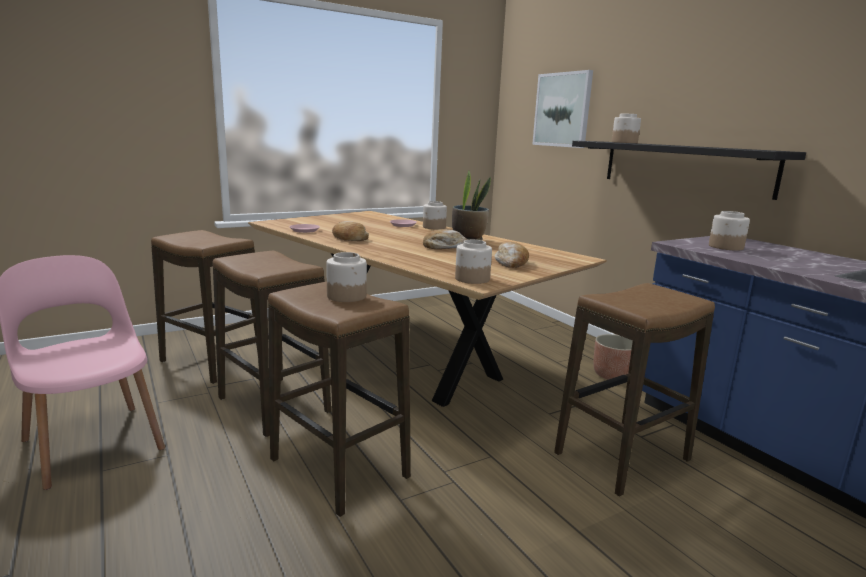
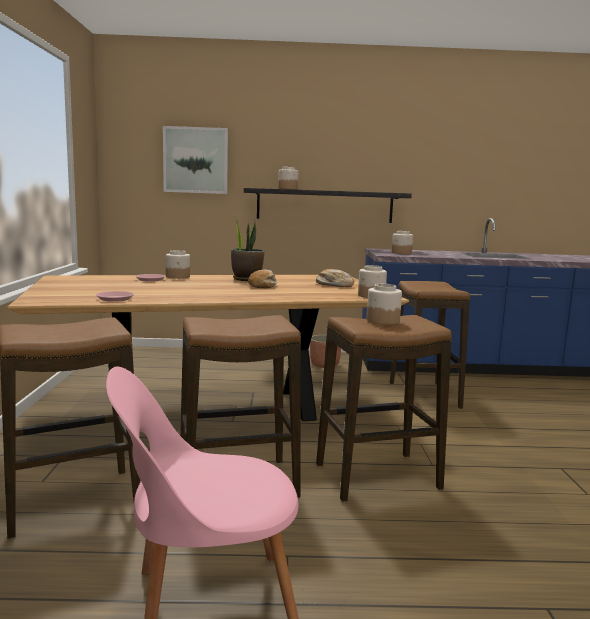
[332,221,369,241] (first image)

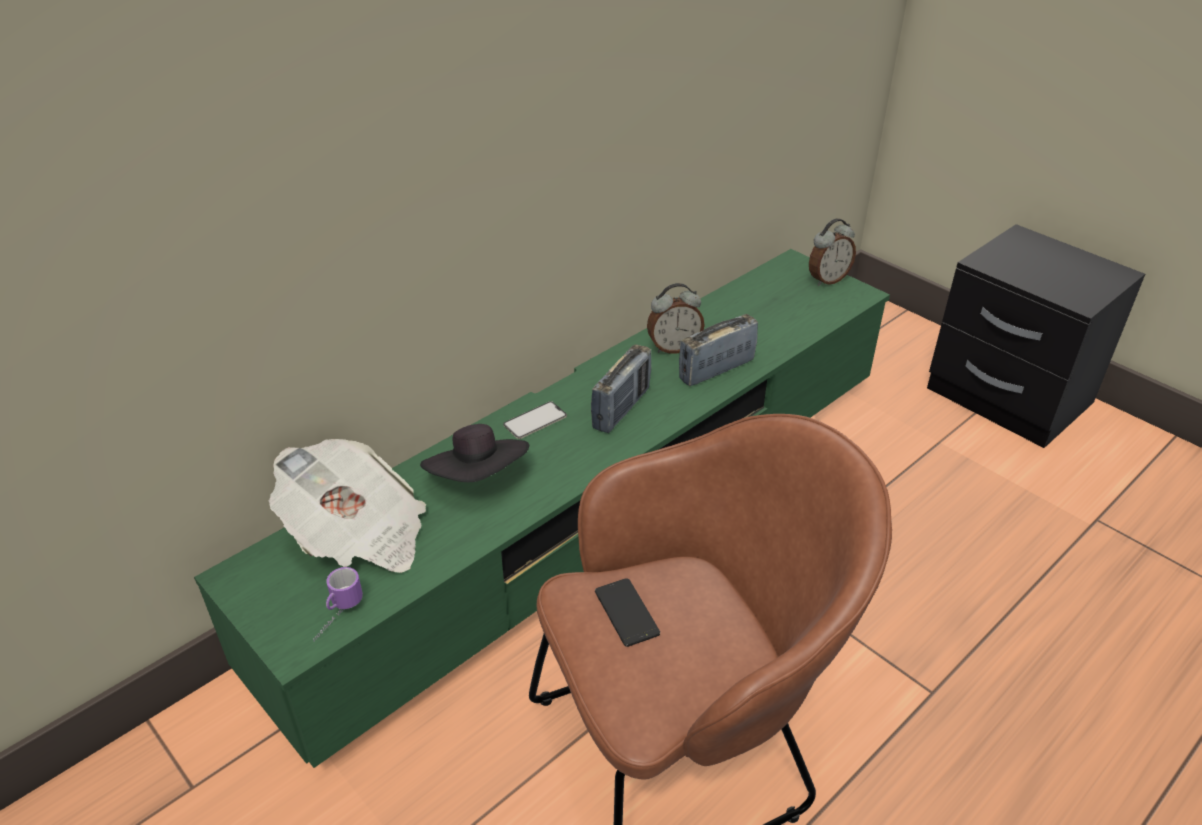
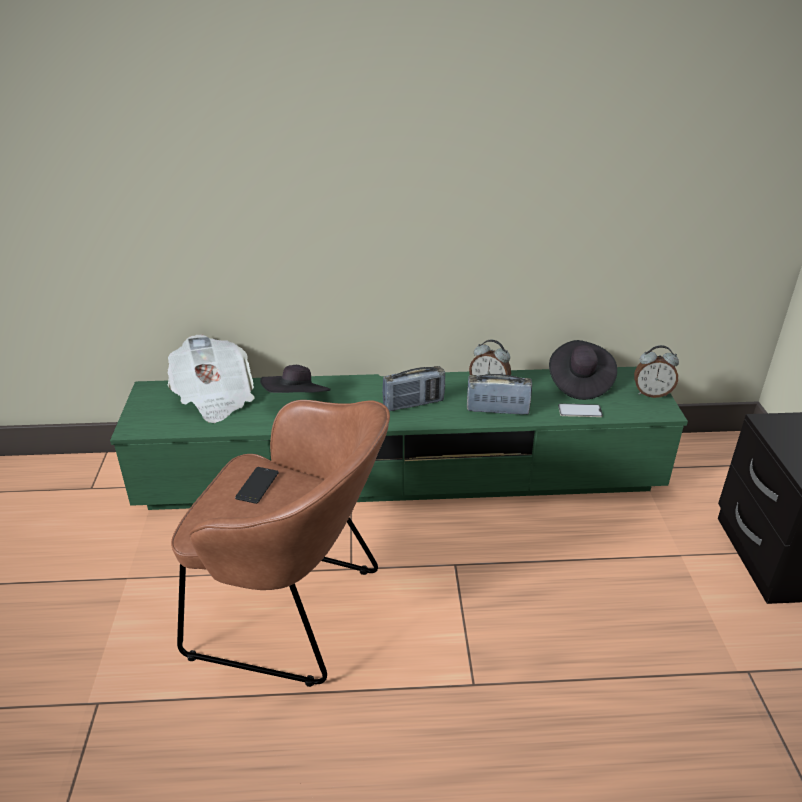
[313,567,363,642] (first image)
[558,403,603,417]
[549,340,617,400]

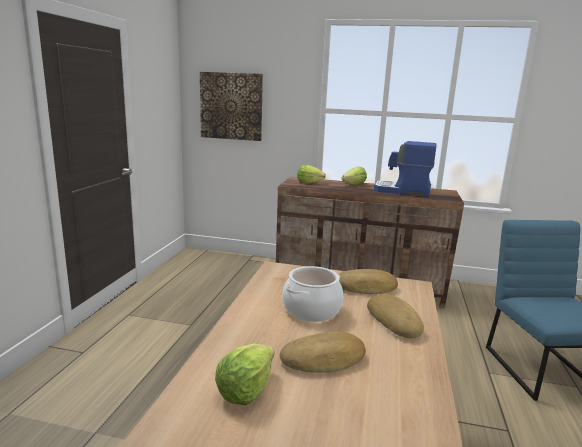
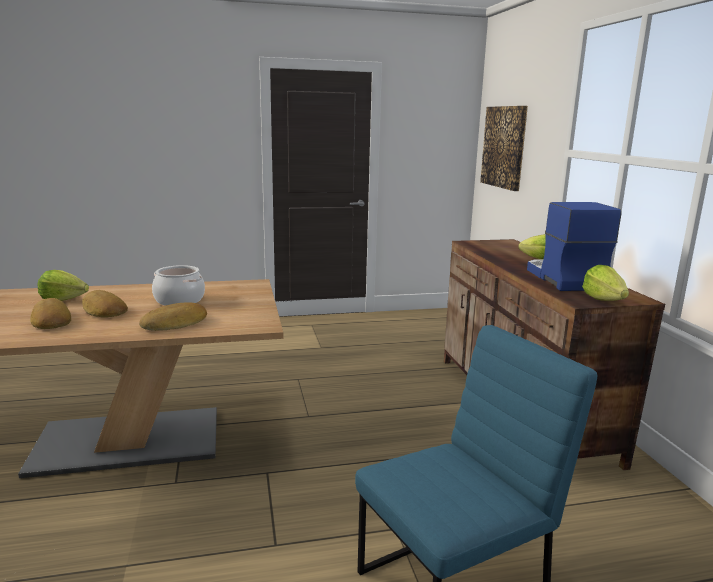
[582,265,629,301]
[30,298,71,329]

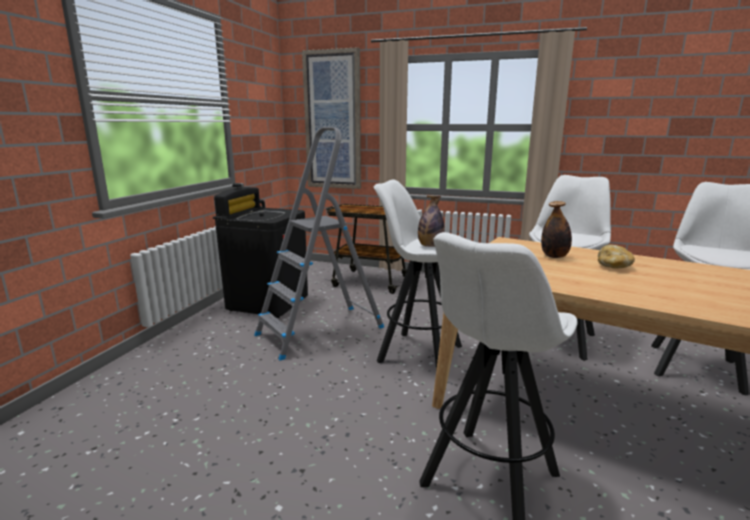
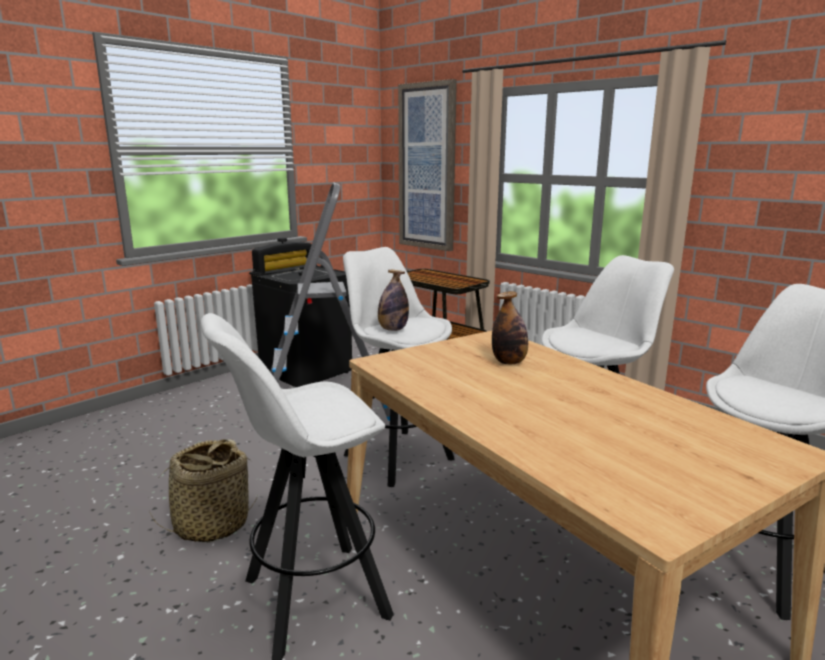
[598,245,635,269] (first image)
[149,439,258,543]

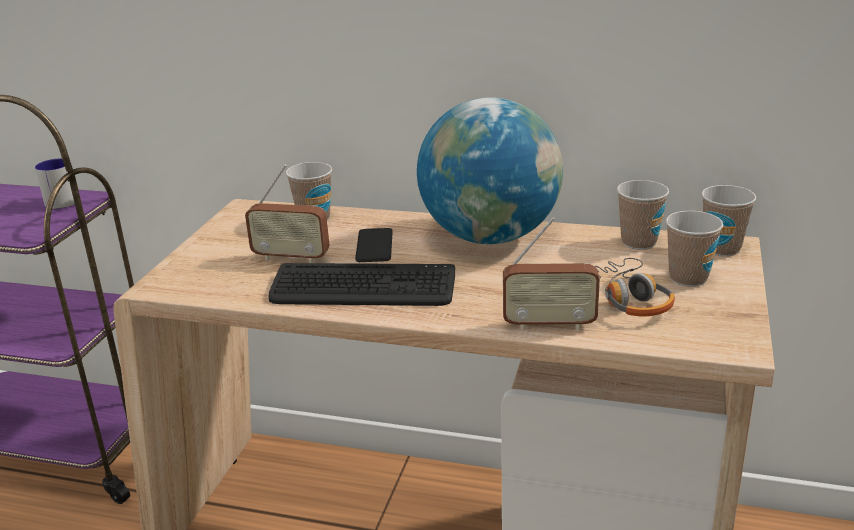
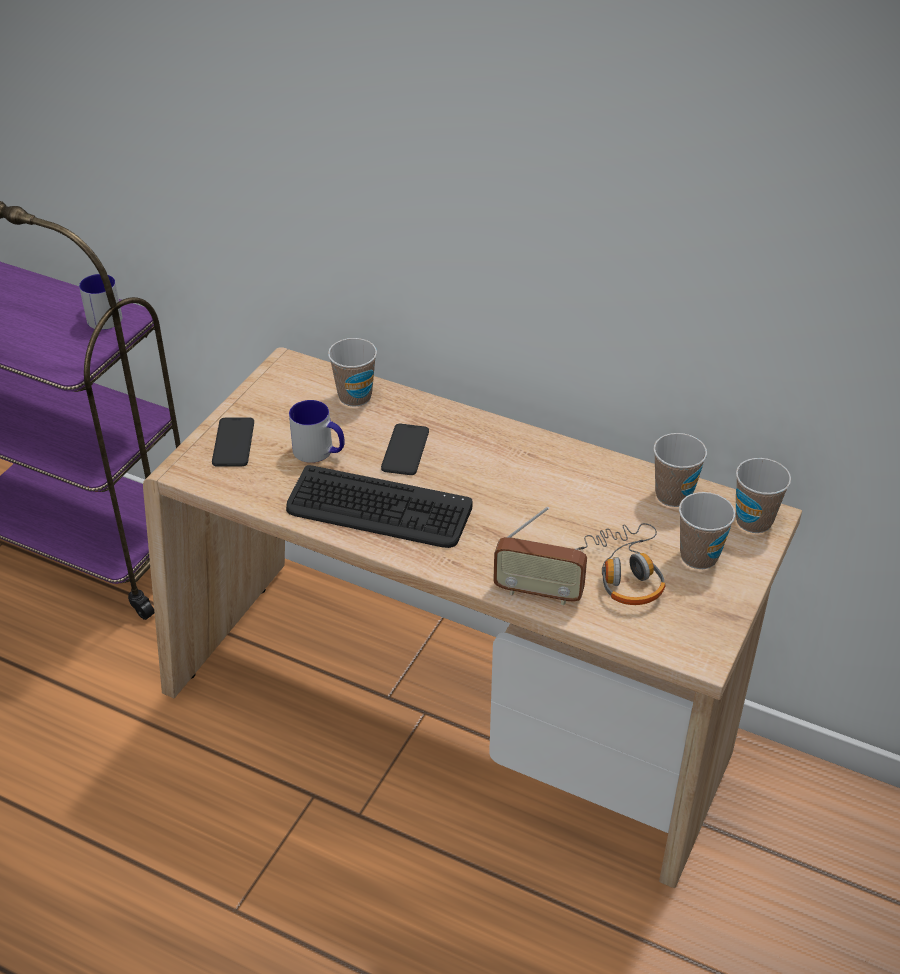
[289,400,345,463]
[417,97,563,244] (first image)
[212,417,254,466]

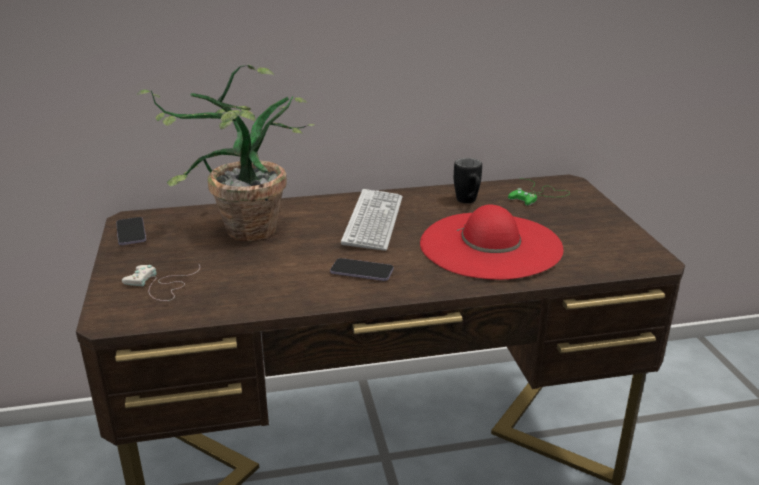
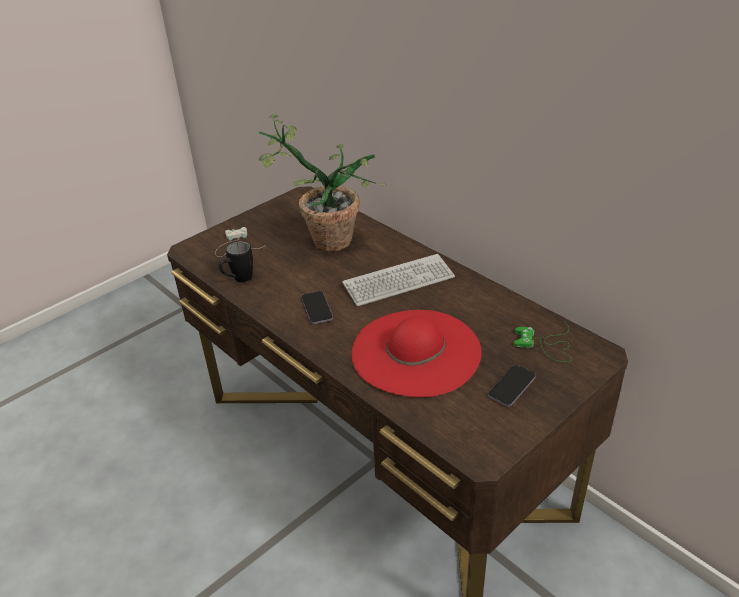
[488,365,536,407]
[219,241,253,282]

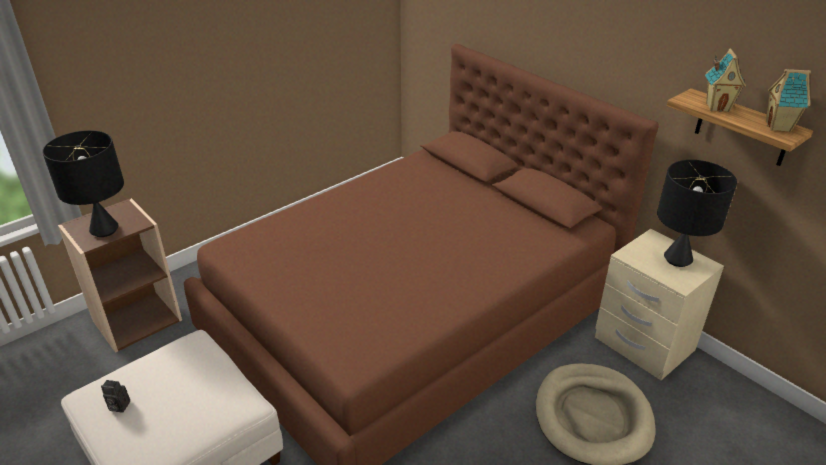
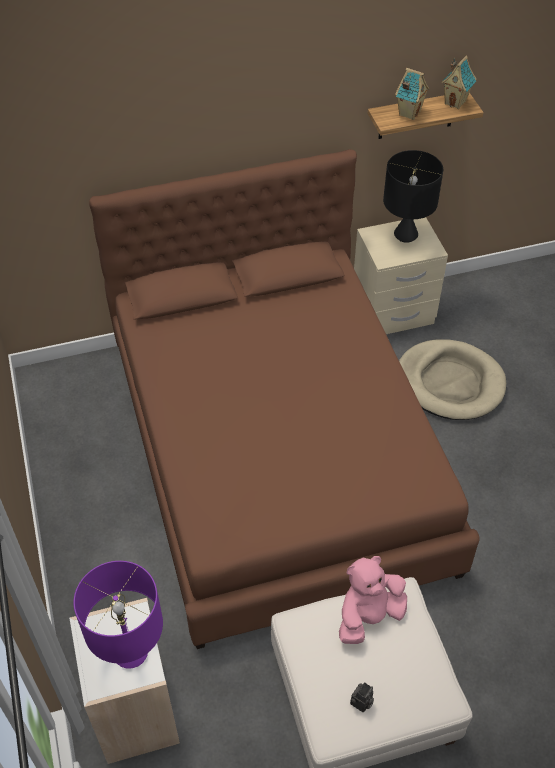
[73,561,163,669]
[69,598,180,764]
[339,556,407,644]

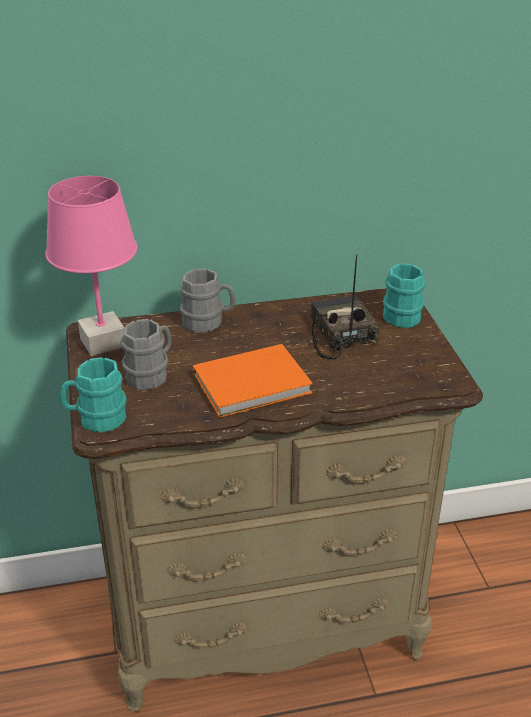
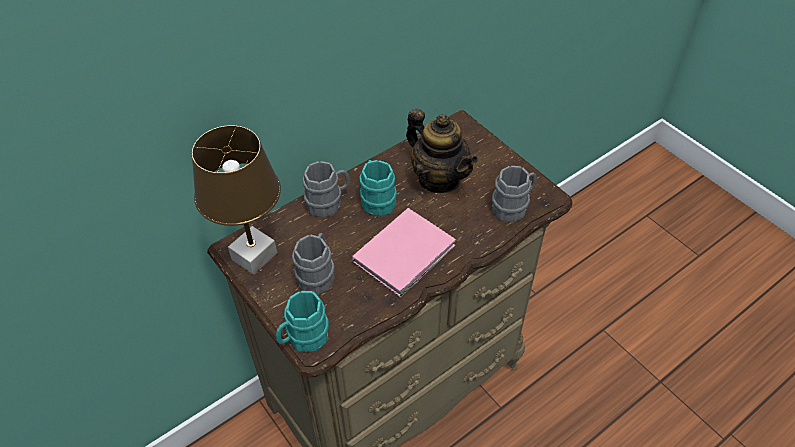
[192,125,281,275]
[352,208,456,298]
[406,108,478,193]
[359,160,397,216]
[492,166,537,222]

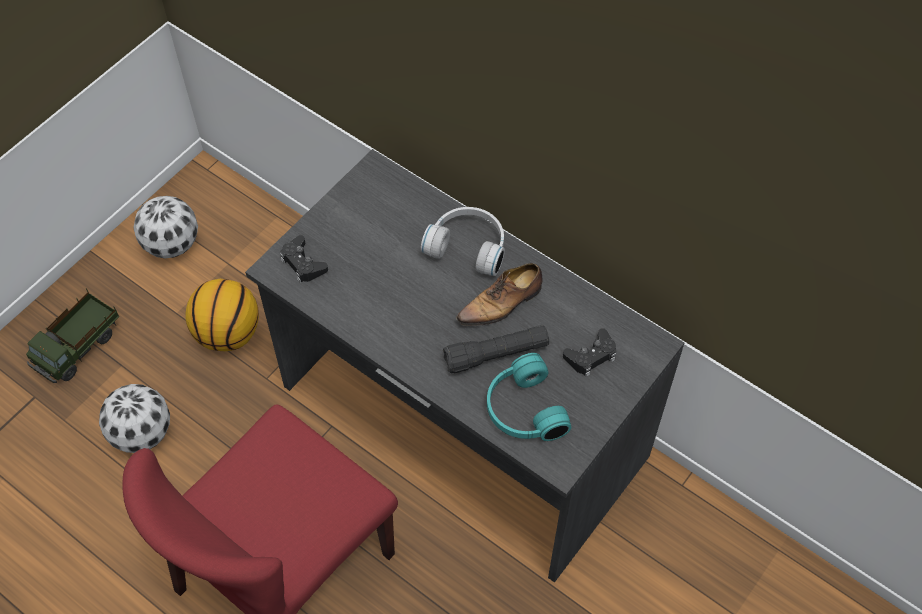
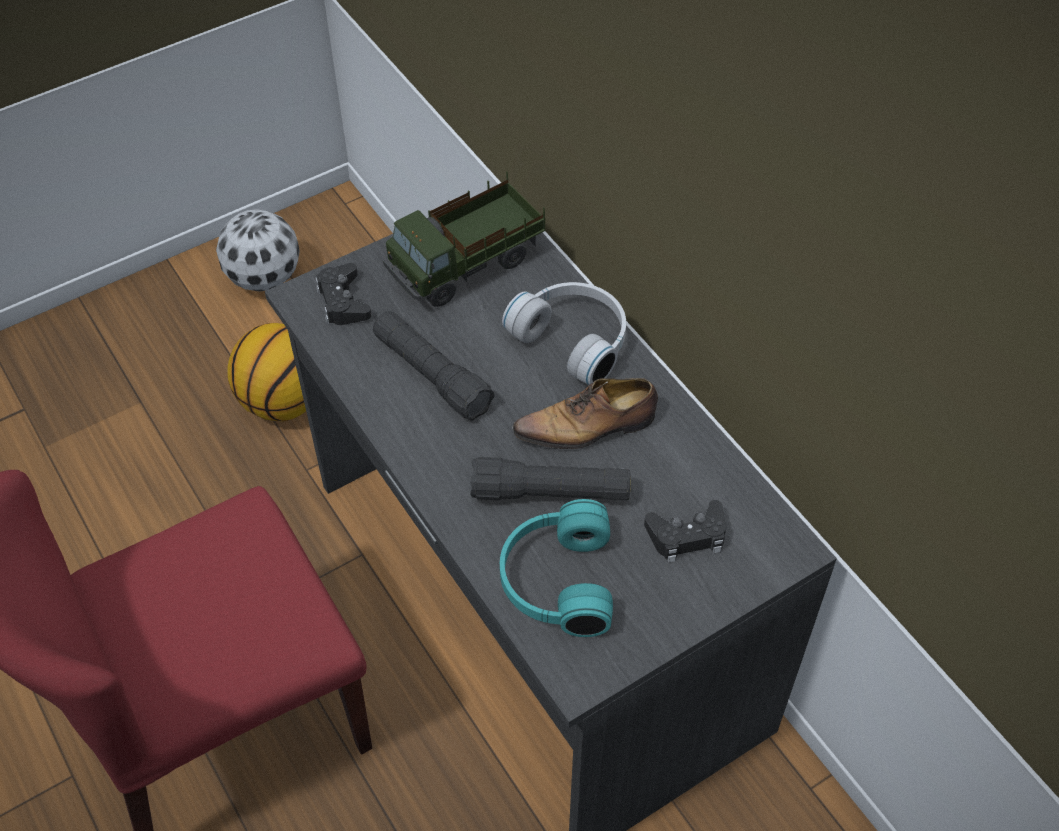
[383,171,545,307]
[99,384,170,453] (first image)
[373,311,495,421]

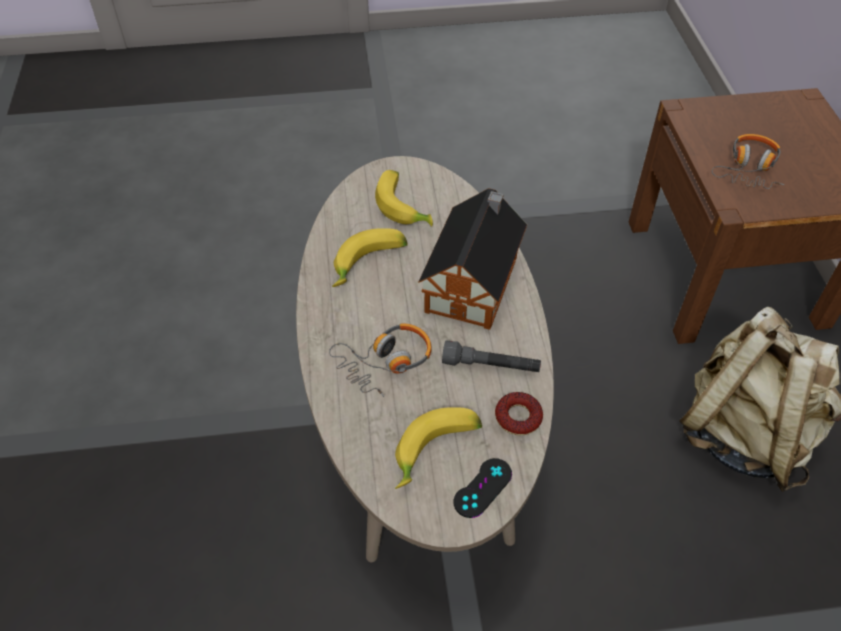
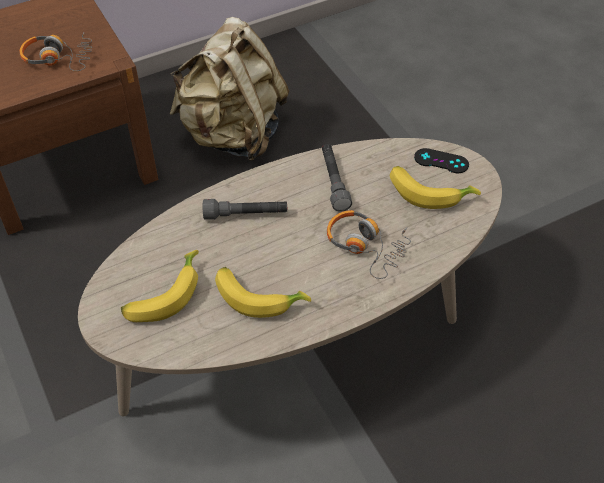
[203,199,287,220]
[495,392,543,436] (first image)

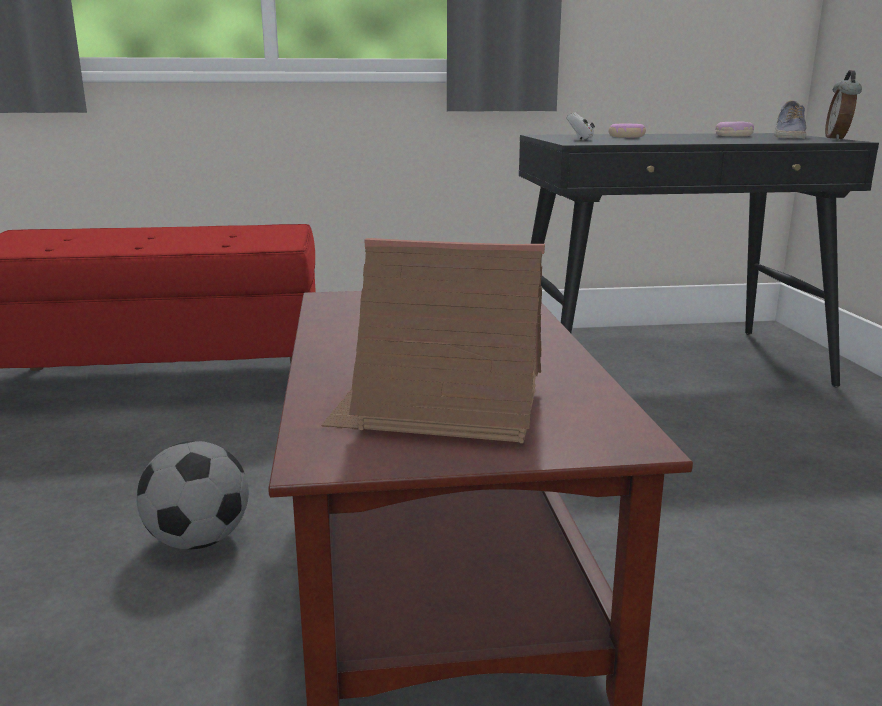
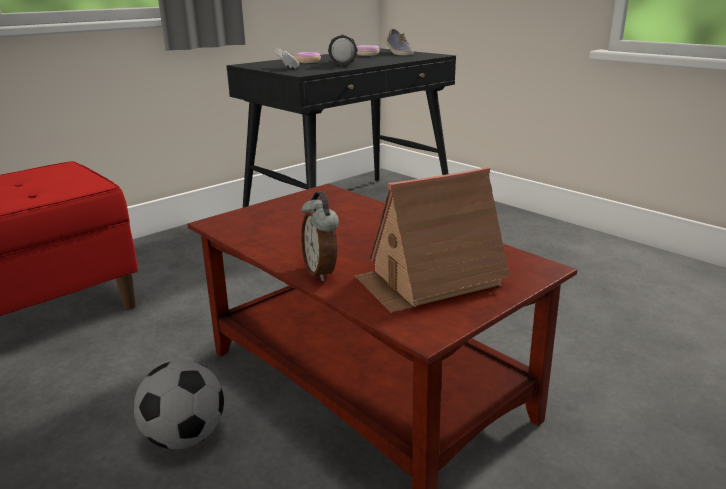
[301,192,339,281]
[328,34,358,66]

